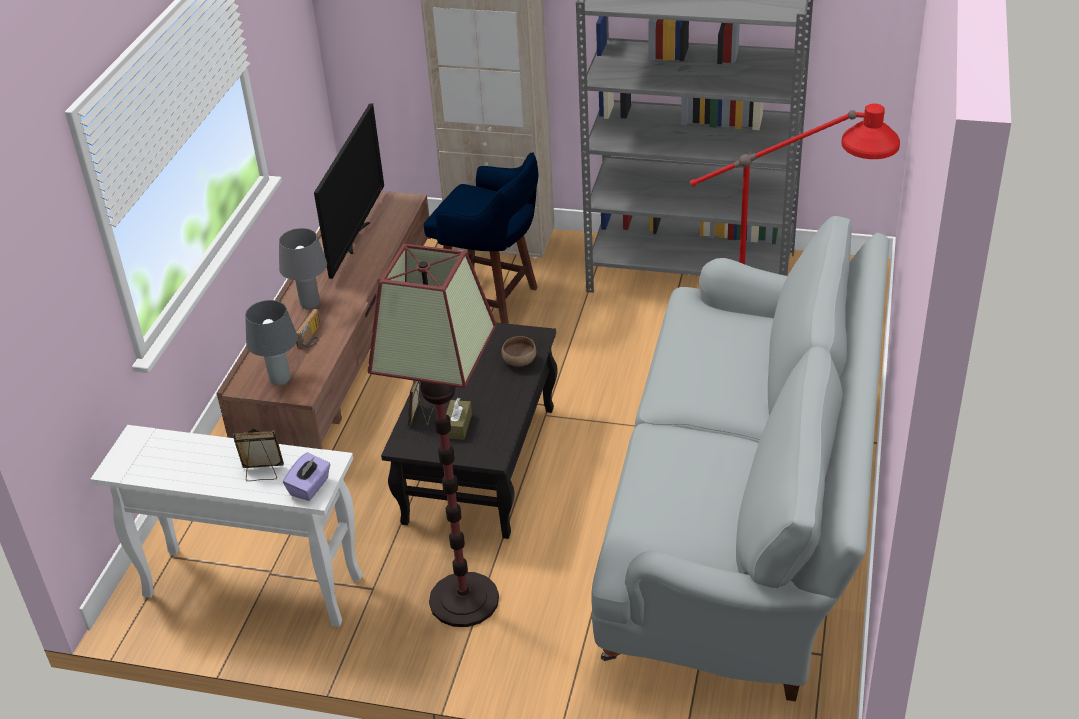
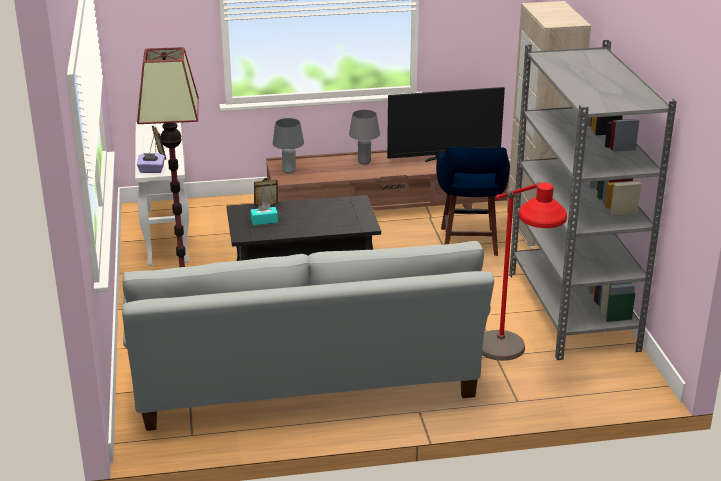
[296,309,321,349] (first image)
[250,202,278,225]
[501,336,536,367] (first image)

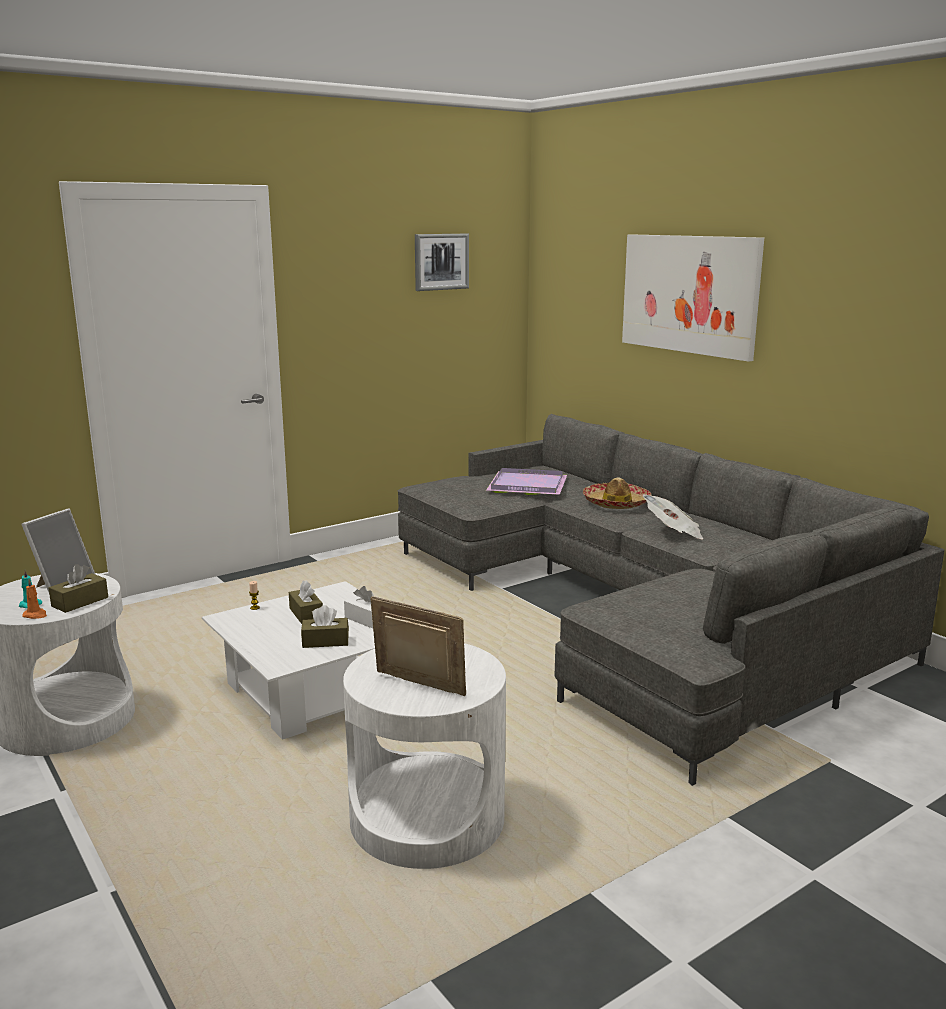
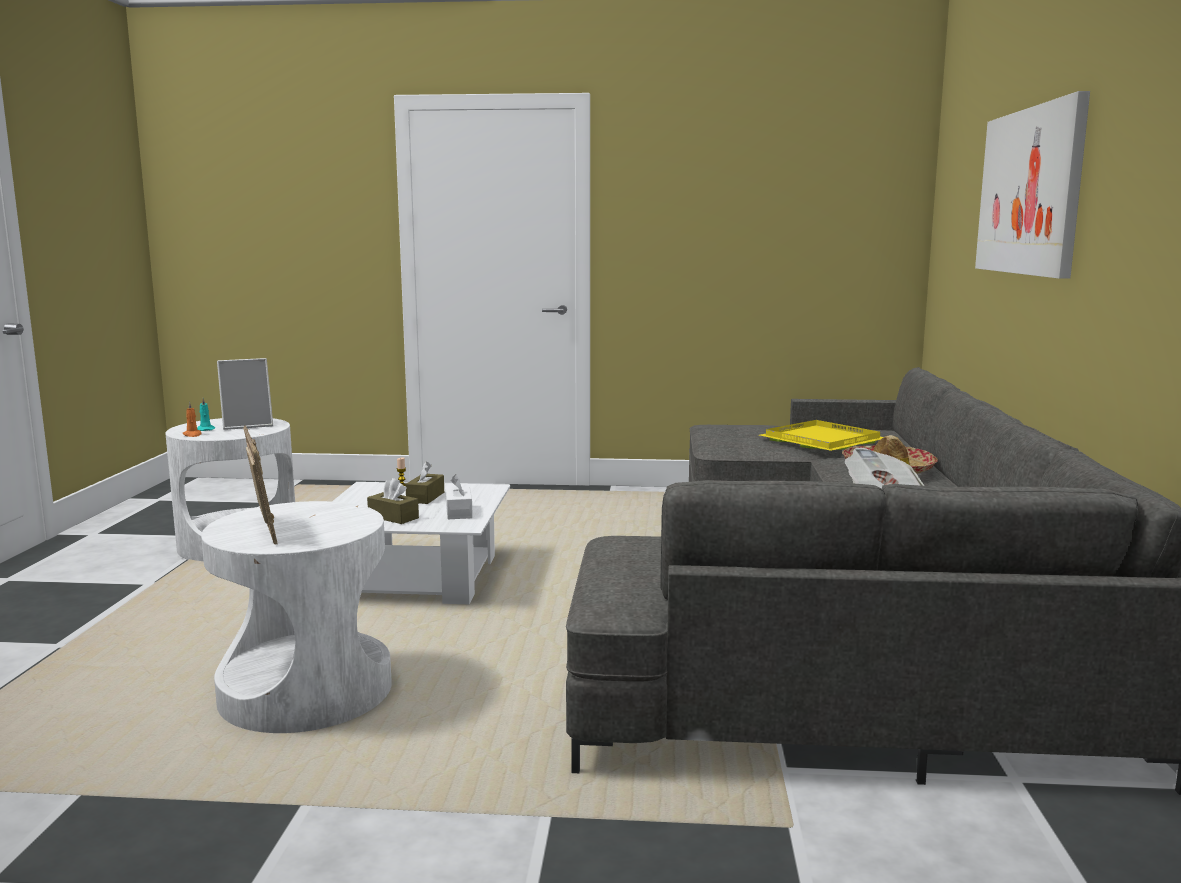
[49,564,108,613] (first image)
[415,234,469,291] (first image)
[760,420,883,451]

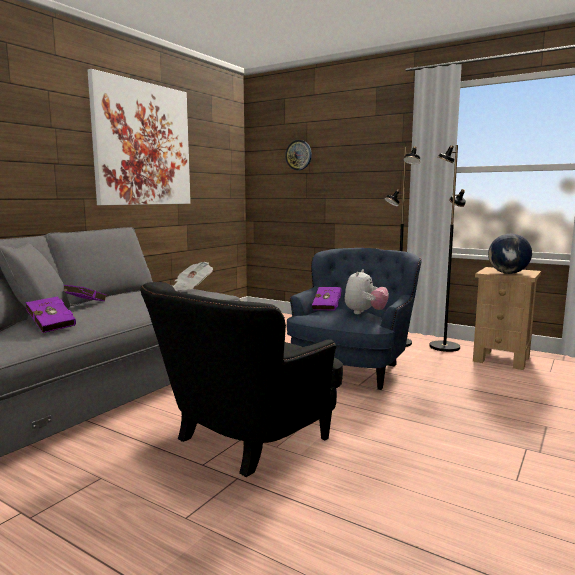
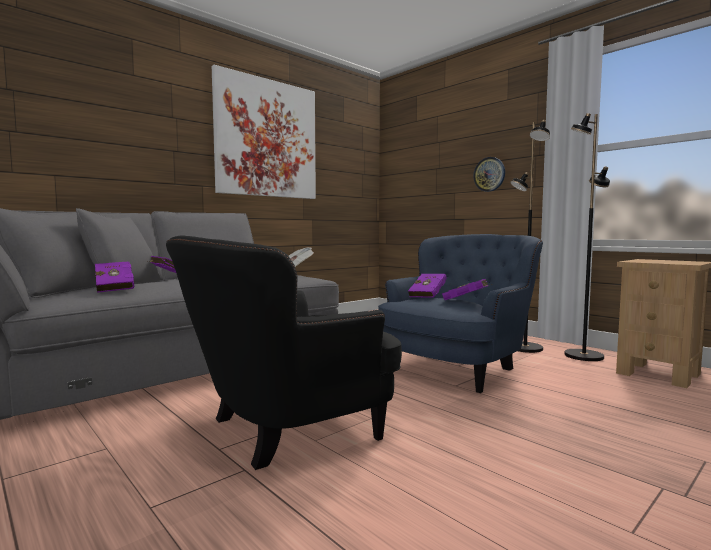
[474,157,505,192]
[442,279,492,300]
[488,234,532,274] (first image)

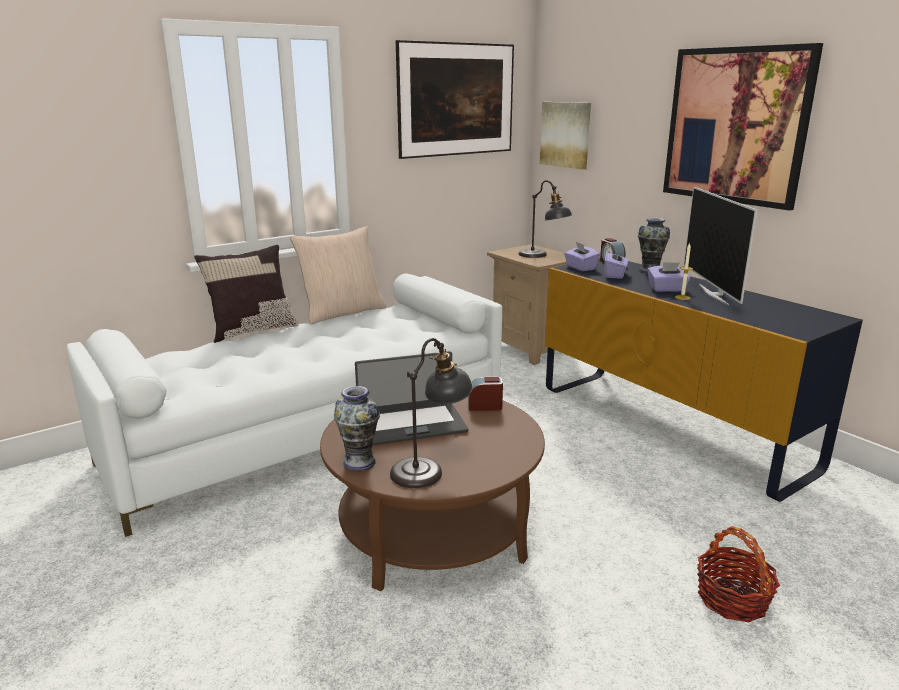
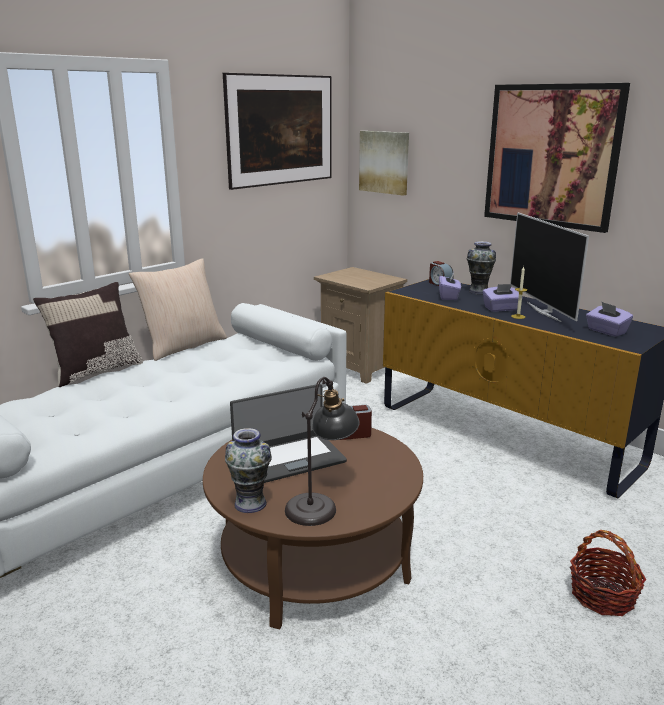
[519,180,572,258] (first image)
[586,302,633,337]

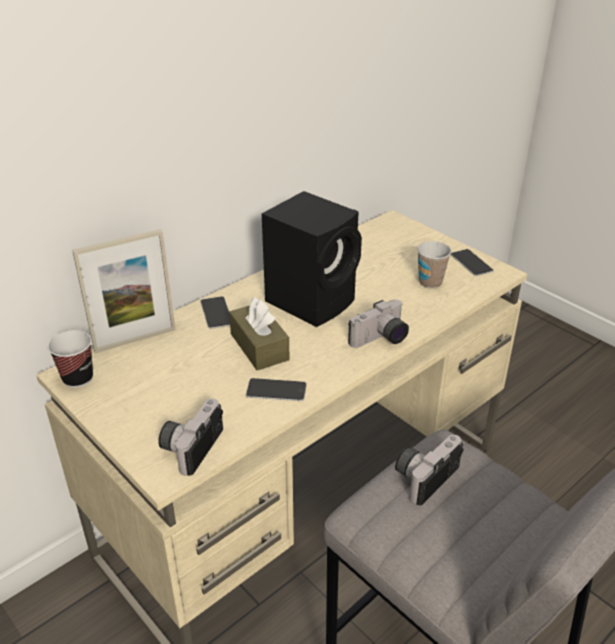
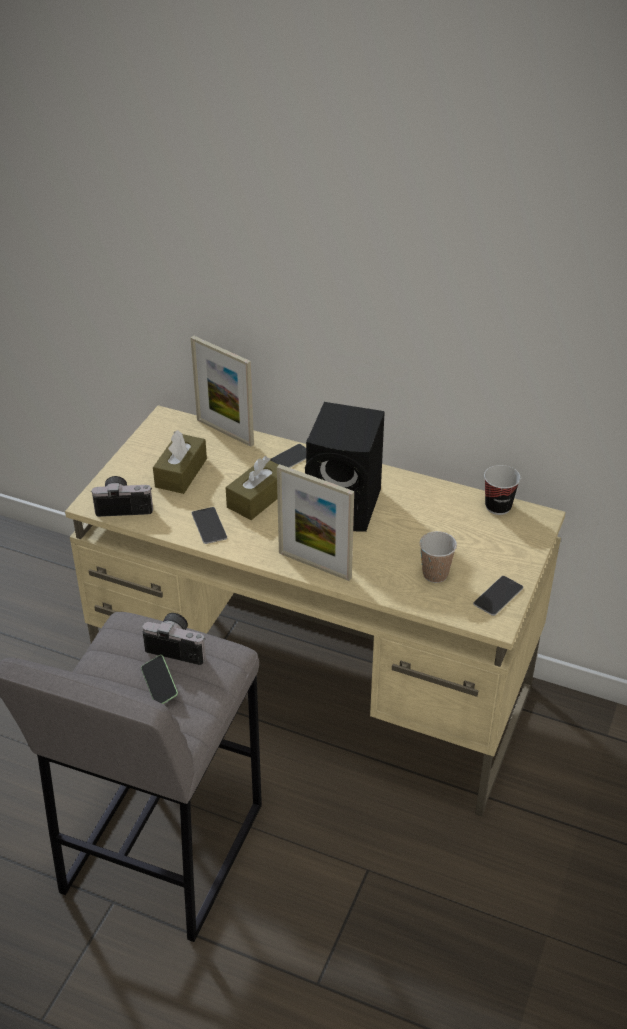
[484,465,521,515]
[277,464,354,581]
[141,655,178,704]
[153,430,207,494]

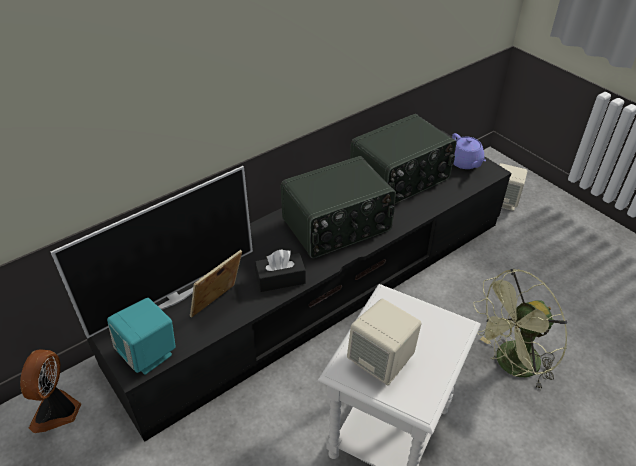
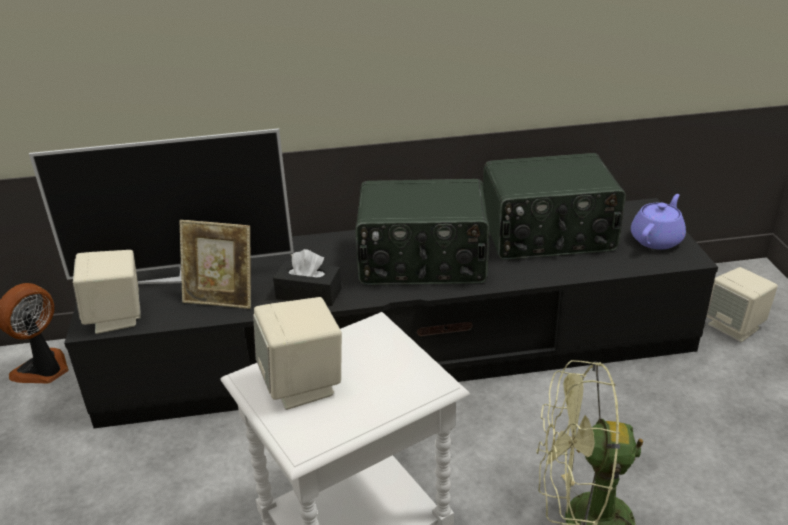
[73,250,141,334]
[179,220,251,309]
[631,194,686,249]

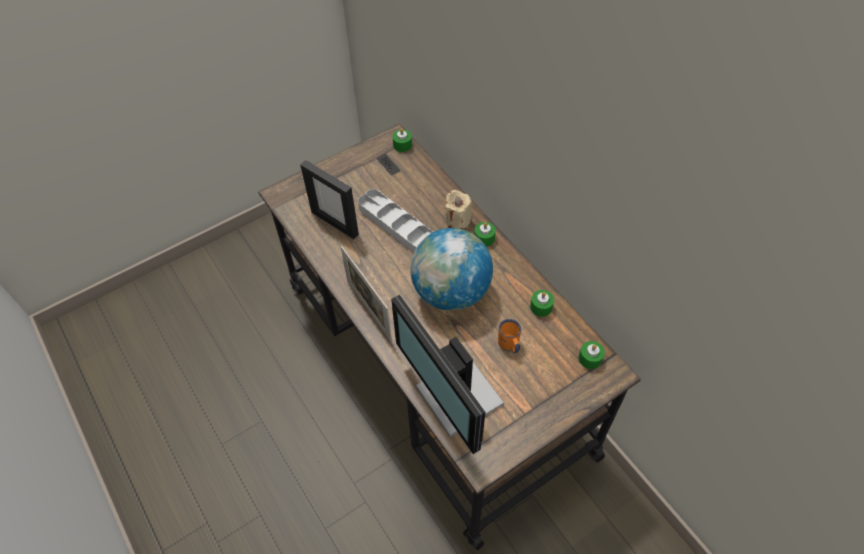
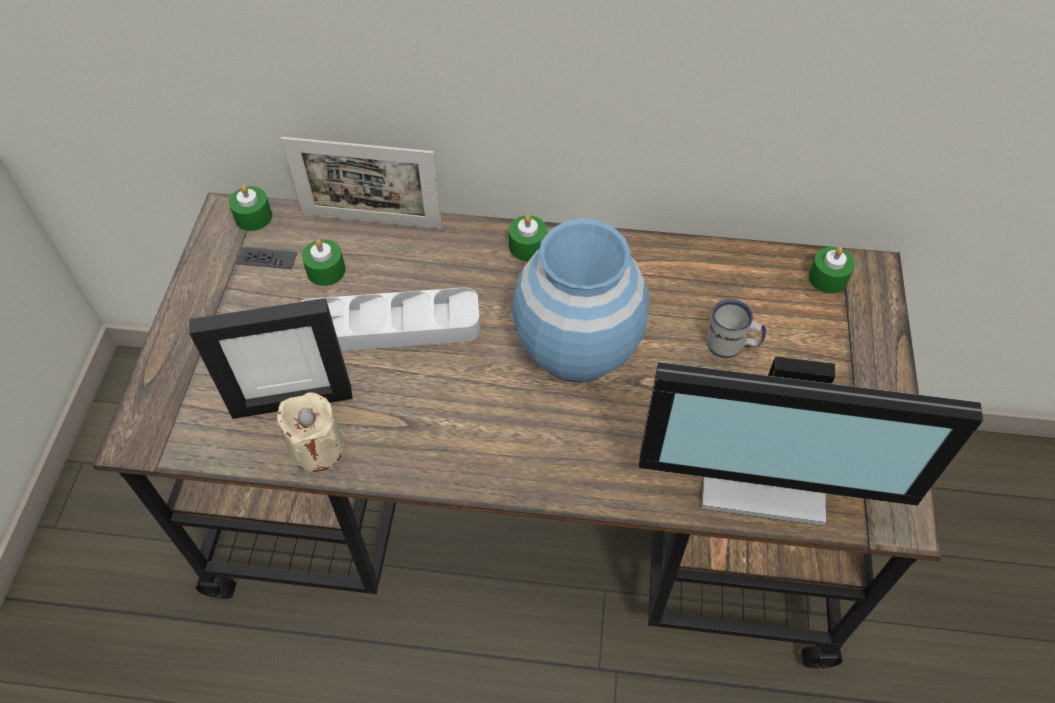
[280,137,442,229]
[512,219,649,383]
[277,392,344,472]
[707,299,766,358]
[302,239,346,286]

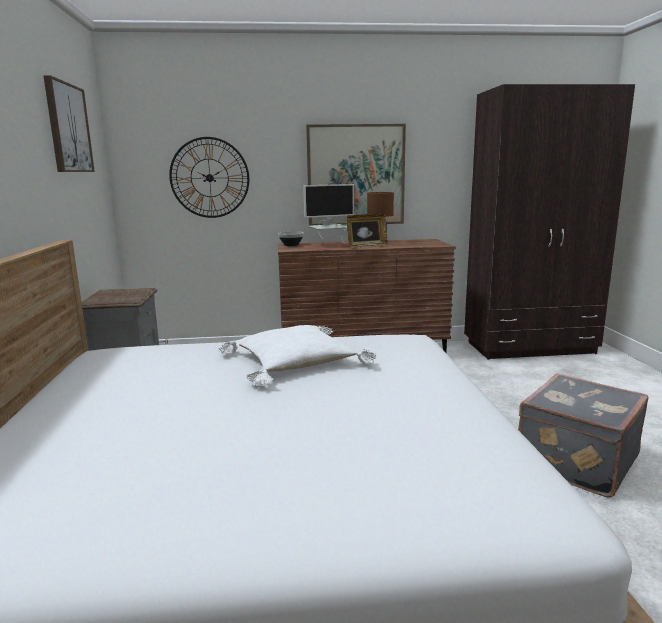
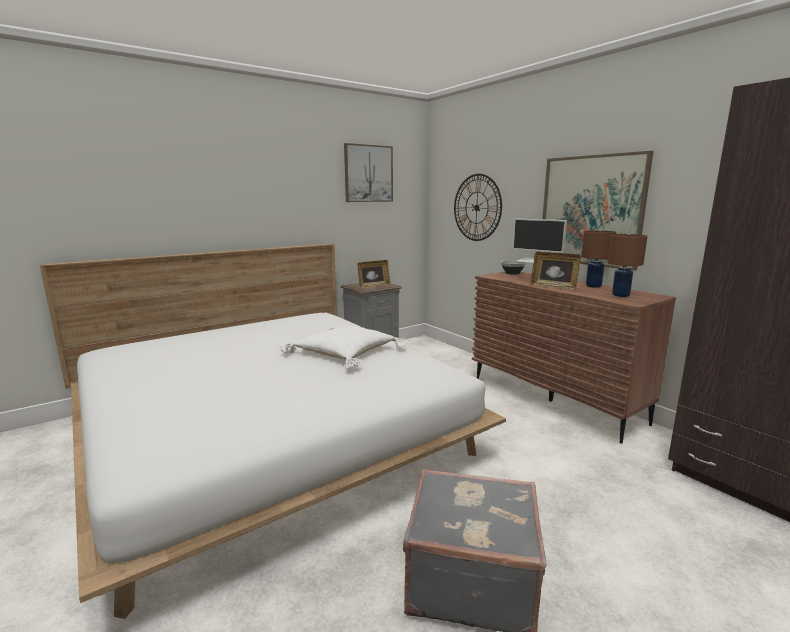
[357,260,391,288]
[607,234,648,297]

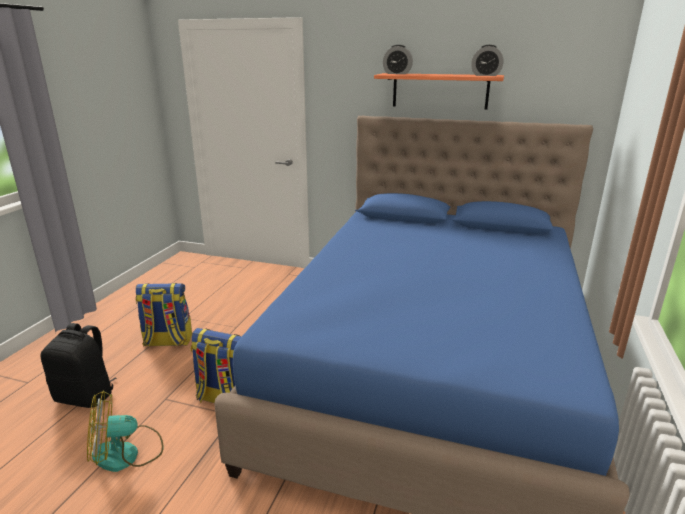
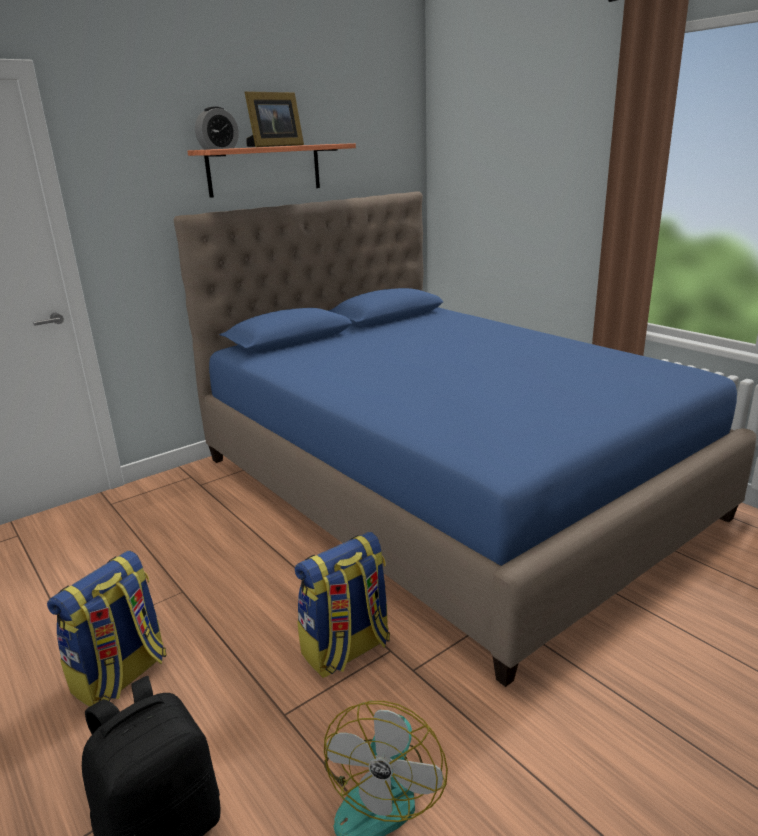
[471,45,504,76] (first image)
[245,91,304,147]

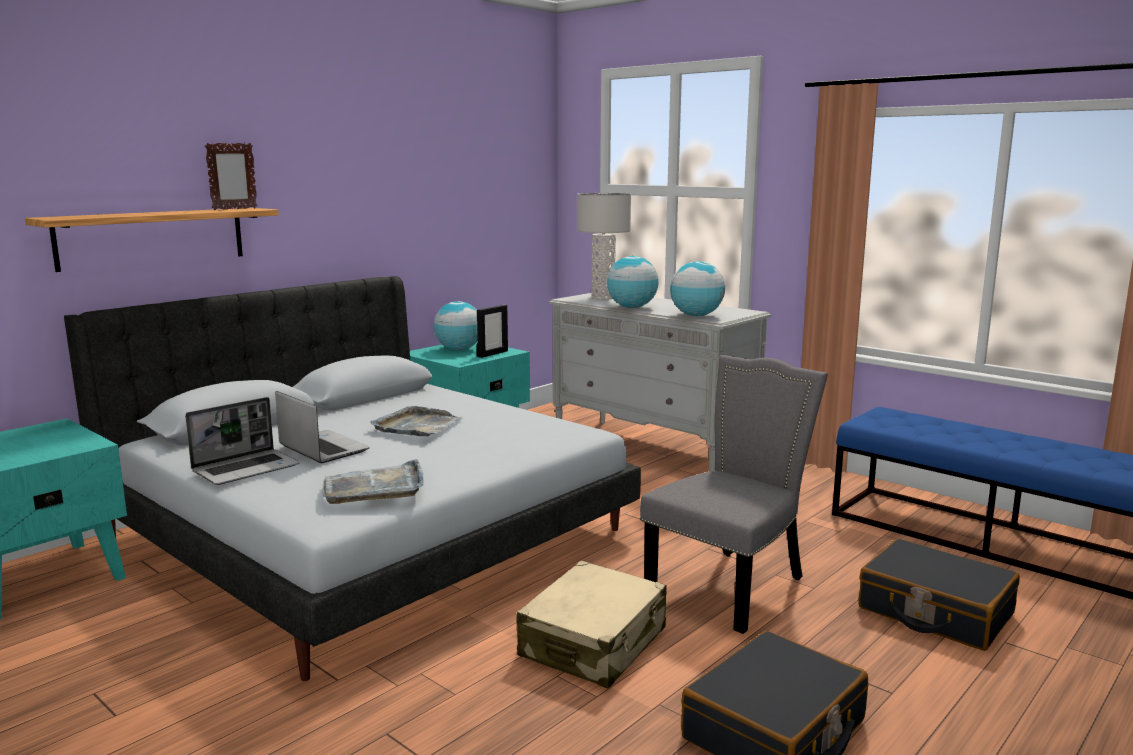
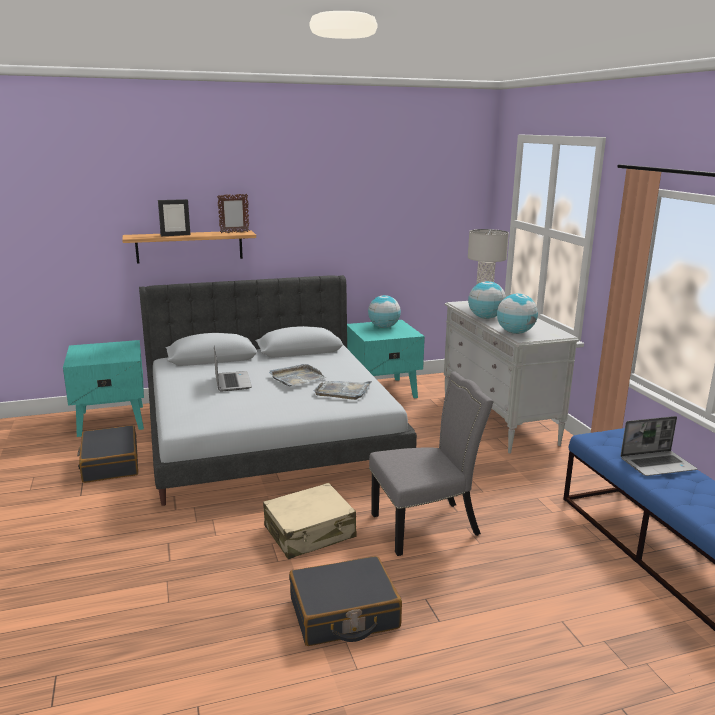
[621,416,697,476]
[314,381,372,400]
[158,199,190,236]
[77,425,138,483]

